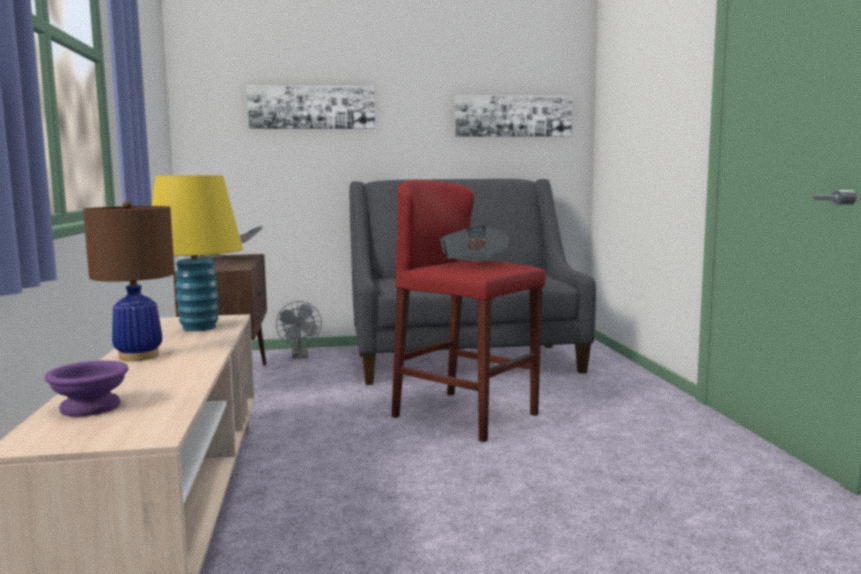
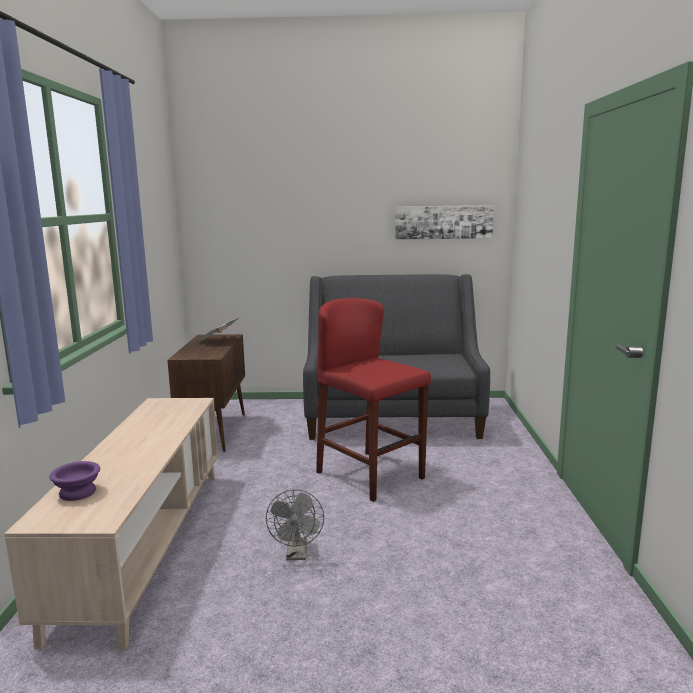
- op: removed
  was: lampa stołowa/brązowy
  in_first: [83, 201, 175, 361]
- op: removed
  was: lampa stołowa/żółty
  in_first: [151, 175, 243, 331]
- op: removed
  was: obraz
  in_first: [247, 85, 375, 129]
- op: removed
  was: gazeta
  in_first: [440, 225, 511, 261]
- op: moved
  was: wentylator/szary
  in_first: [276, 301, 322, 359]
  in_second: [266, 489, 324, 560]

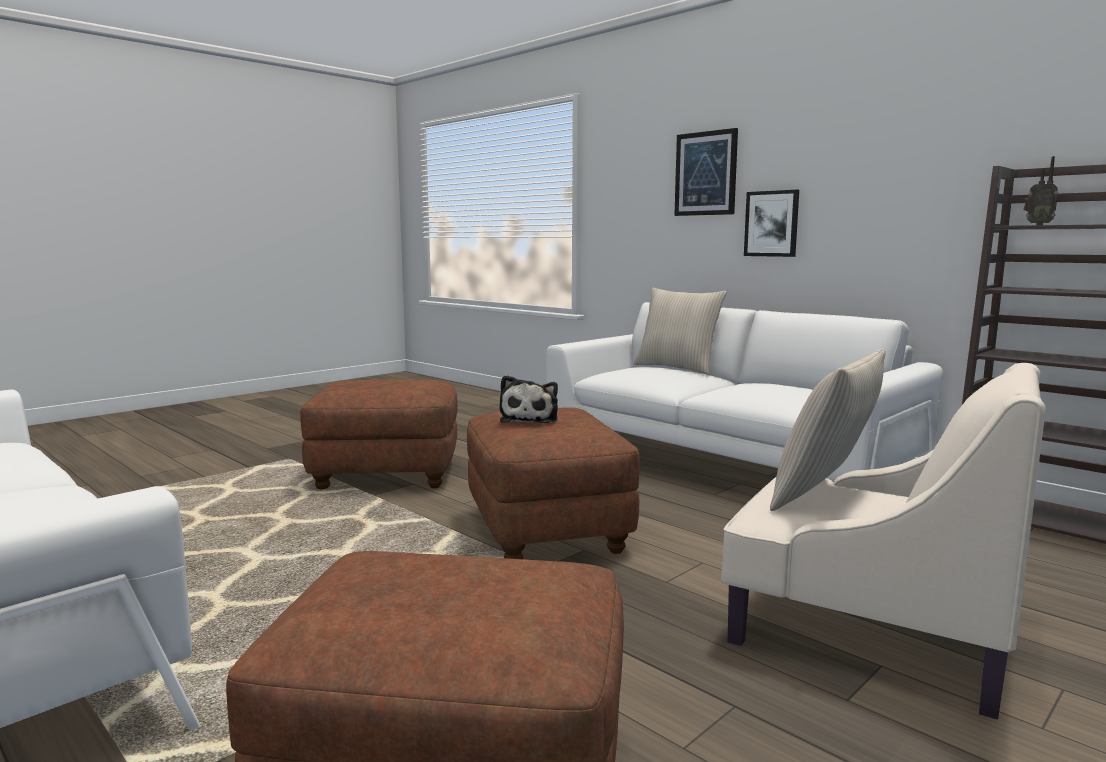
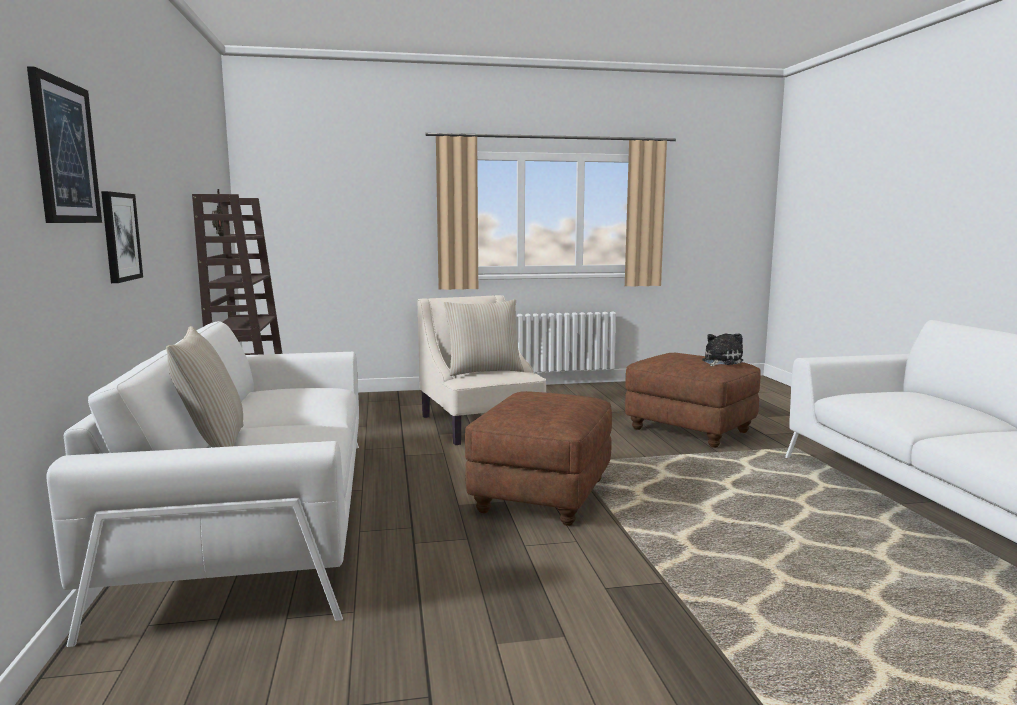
- op: removed
  was: pufa/brązowy
  in_first: [300, 380, 458, 489]
- op: moved
  was: pluszak
  in_first: [500, 375, 558, 423]
  in_second: [702, 333, 743, 366]

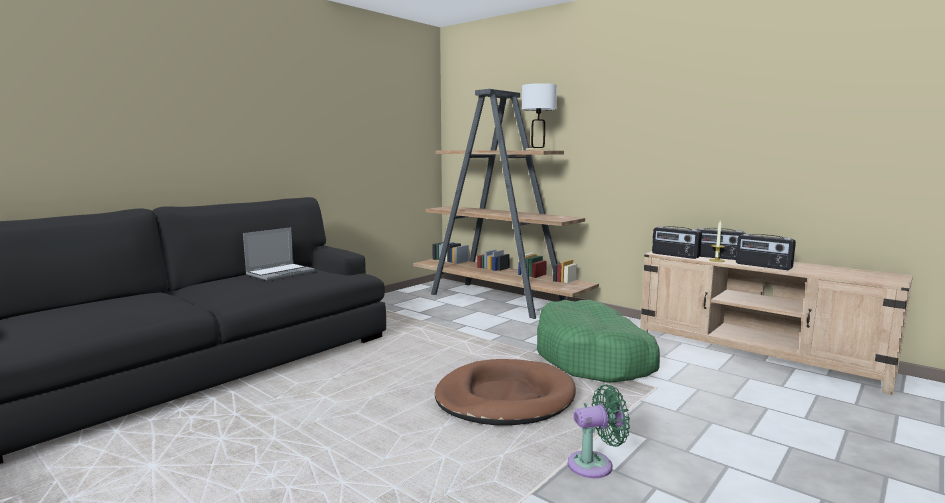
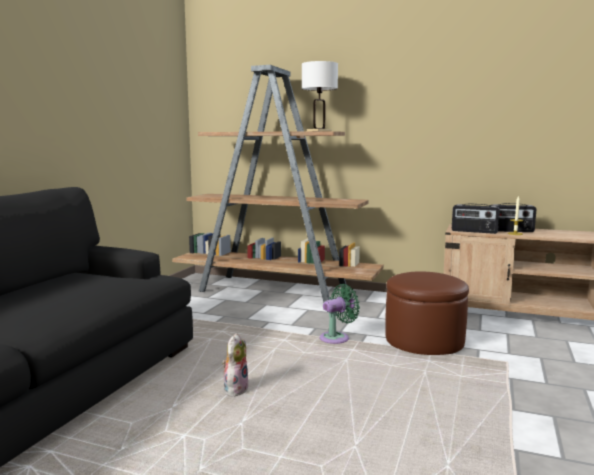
- op: removed
  was: laptop
  in_first: [243, 227, 315, 281]
- op: removed
  was: legowisko/brązowy
  in_first: [435, 359, 576, 426]
- op: removed
  was: radio
  in_first: [736, 234, 796, 270]
- op: added
  now: pluszak
  in_second: [222, 333, 248, 397]
- op: moved
  was: wentylator/zielony
  in_first: [568, 385, 630, 478]
  in_second: [320, 284, 360, 344]
- op: replaced
  was: legowisko/zielony
  now: pufa/brązowy
  in_first: [537, 300, 660, 383]
  in_second: [385, 271, 469, 355]

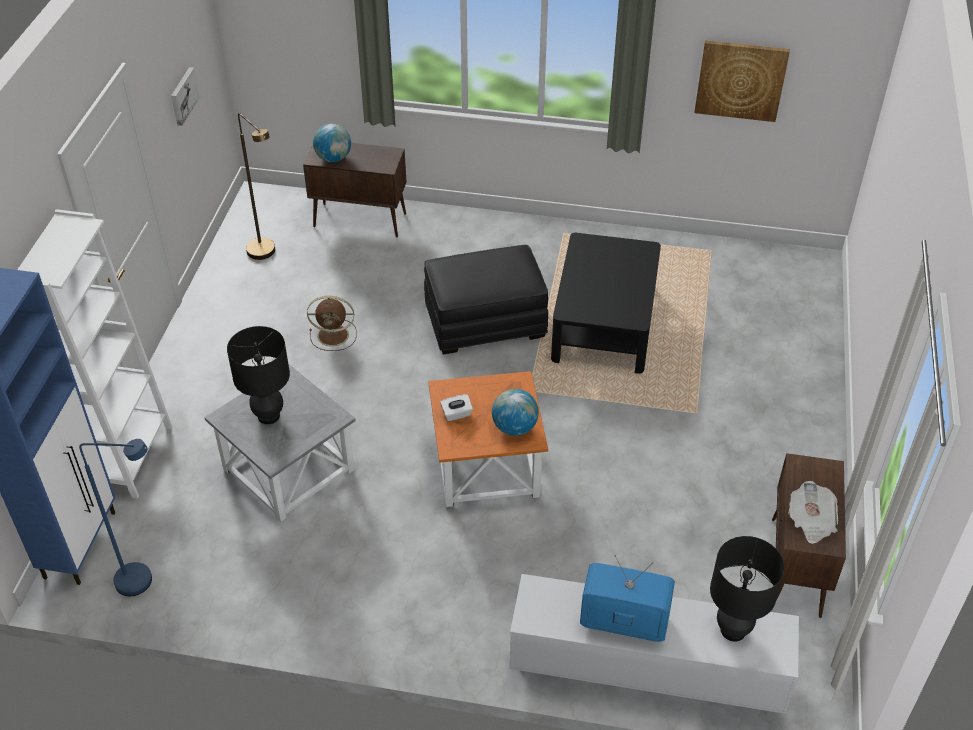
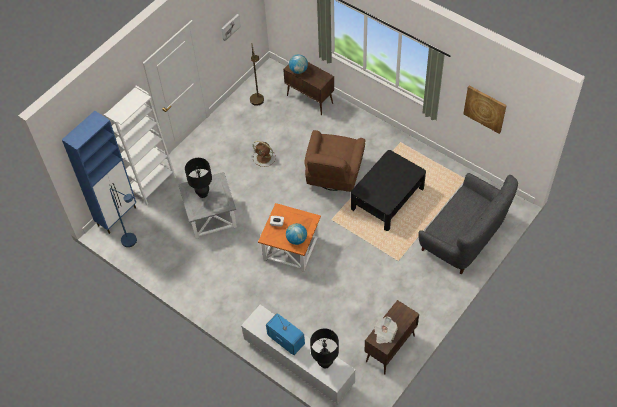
- op: added
  now: kanapa/szary
  in_second: [418, 173, 518, 274]
- op: replaced
  was: pufa/czarny
  now: fotel/brązowy
  in_first: [424, 245, 548, 355]
  in_second: [304, 130, 366, 192]

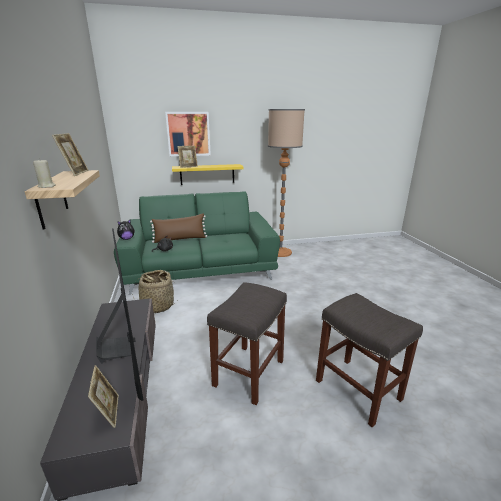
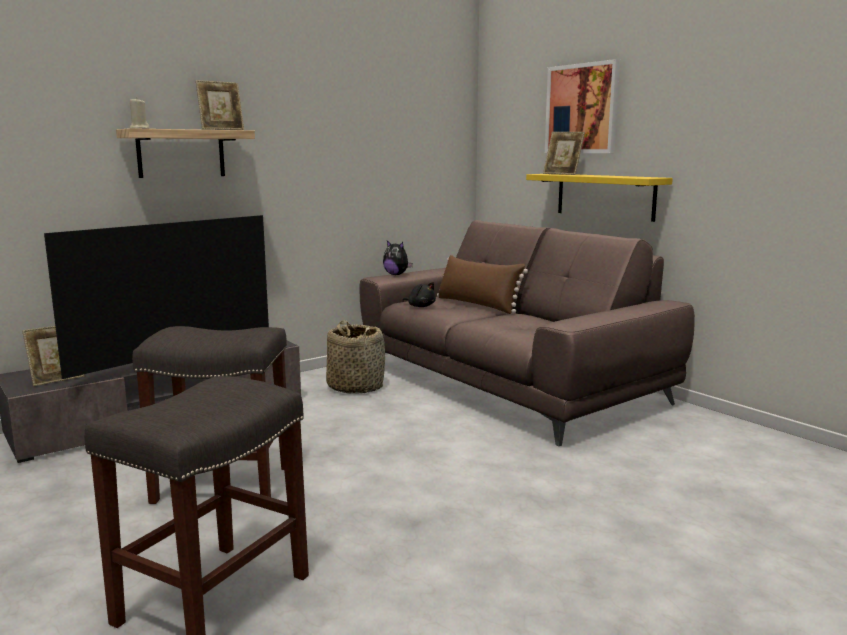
- op: removed
  was: lampa stojąca
  in_first: [268, 109, 305, 257]
- op: recoloured
  was: kanapa/zielony
  now: kanapa/brązowy
  in_first: [114, 191, 280, 295]
  in_second: [359, 220, 695, 446]

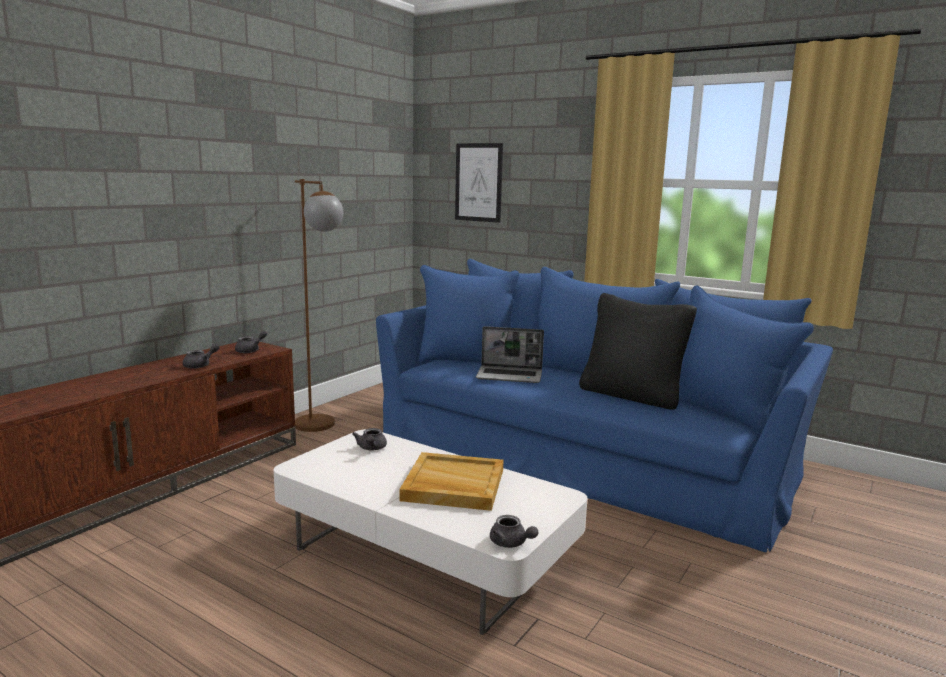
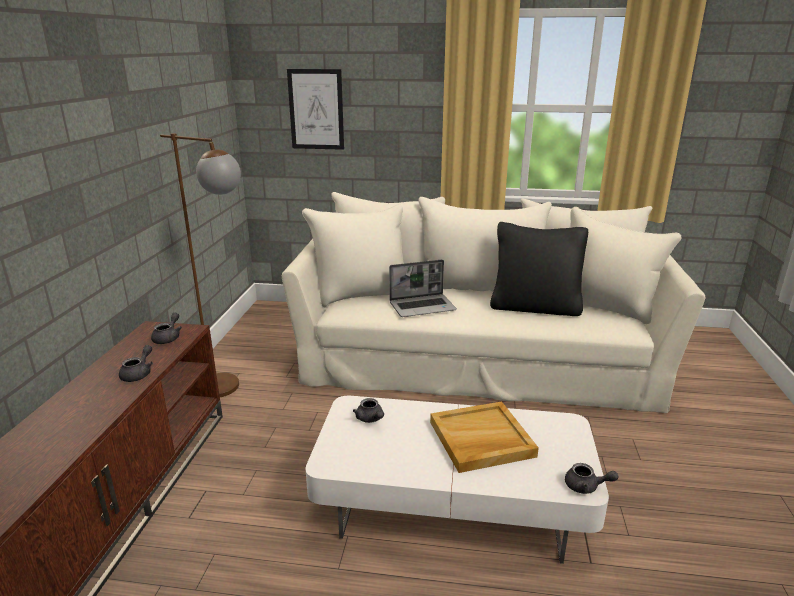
- op: recoloured
  was: kanapa/niebieski
  now: kanapa/beżowy
  in_first: [376, 259, 833, 552]
  in_second: [282, 192, 706, 413]

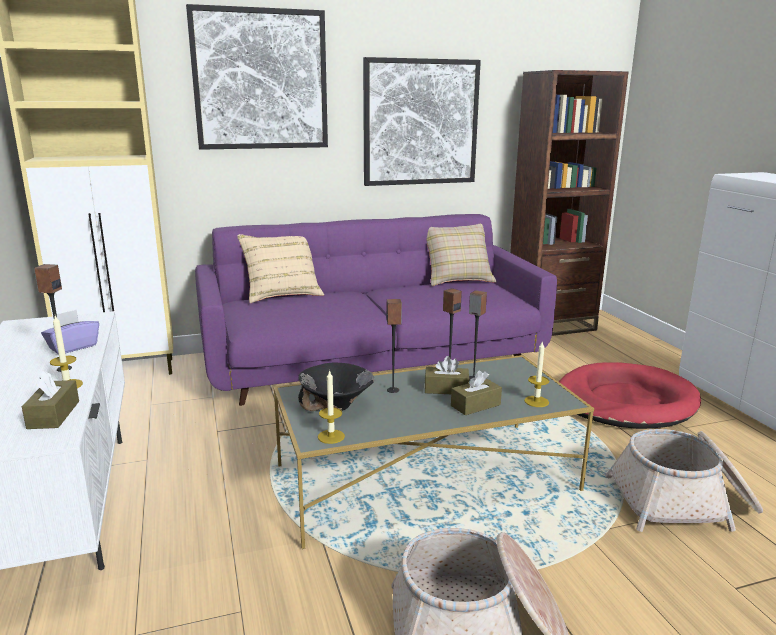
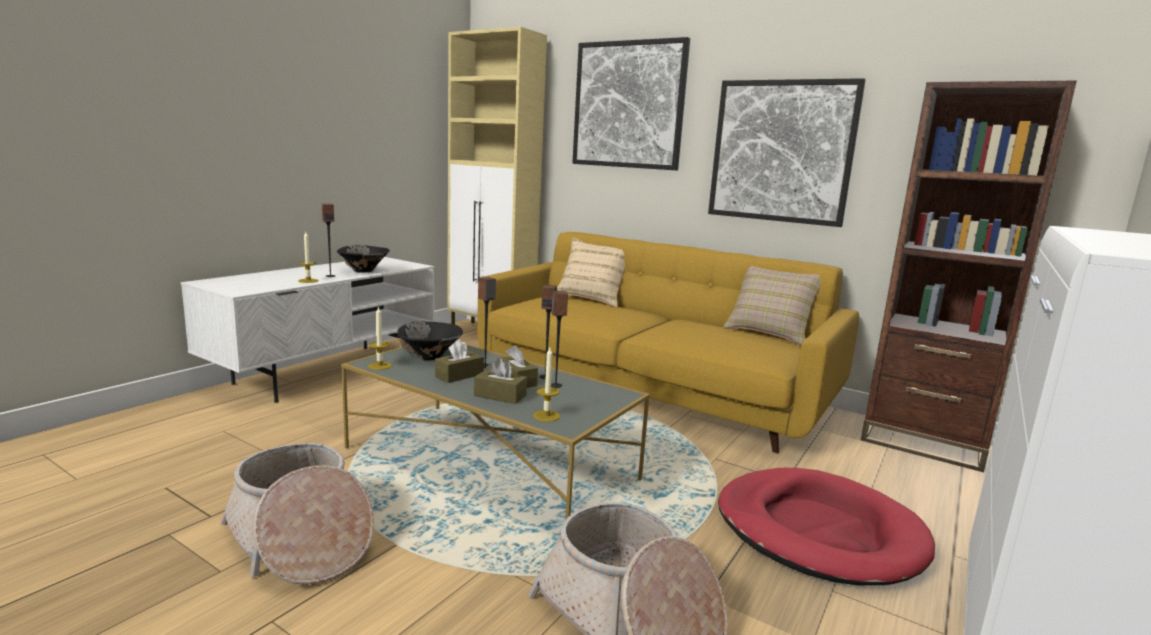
- op: moved
  was: pudełko chusteczek/brązowy
  in_first: [22, 370, 79, 429]
  in_second: [435, 340, 484, 383]
- op: replaced
  was: pudełko chusteczek/fioletowy
  now: miska/czarny
  in_first: [41, 310, 99, 355]
  in_second: [337, 245, 390, 273]
- op: recoloured
  was: kanapa/fioletowy
  now: kanapa/żółty
  in_first: [195, 214, 557, 406]
  in_second: [477, 232, 859, 453]

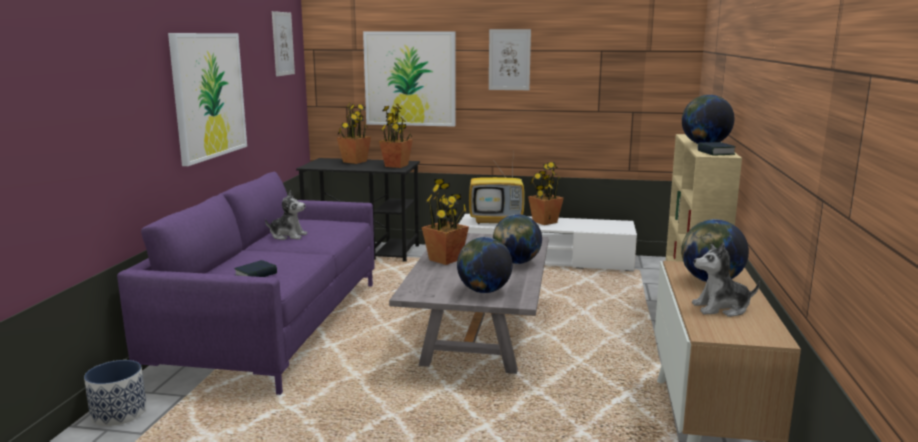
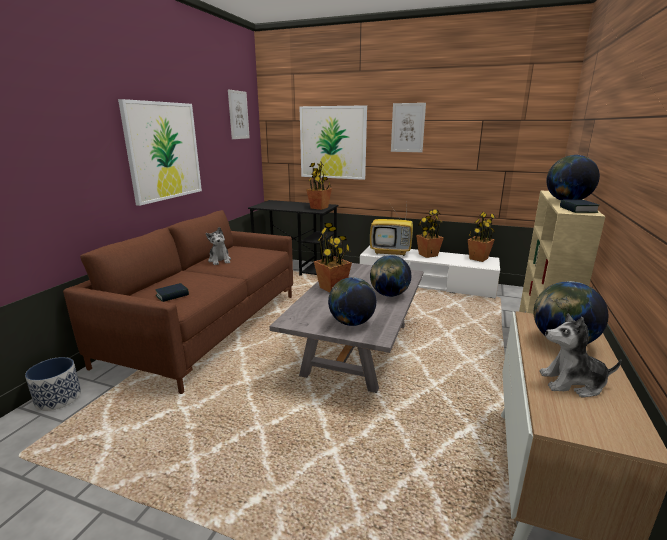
- op: moved
  was: roślina doniczkowa
  in_first: [337, 102, 371, 164]
  in_second: [468, 212, 496, 262]
- op: recoloured
  was: kanapa/fioletowy
  now: kanapa/brązowy
  in_first: [117, 172, 375, 395]
  in_second: [63, 210, 293, 394]
- op: turned
  was: pluszak
  in_first: [265, 190, 307, 240]
  in_second: [206, 227, 231, 265]
  clockwise: 45

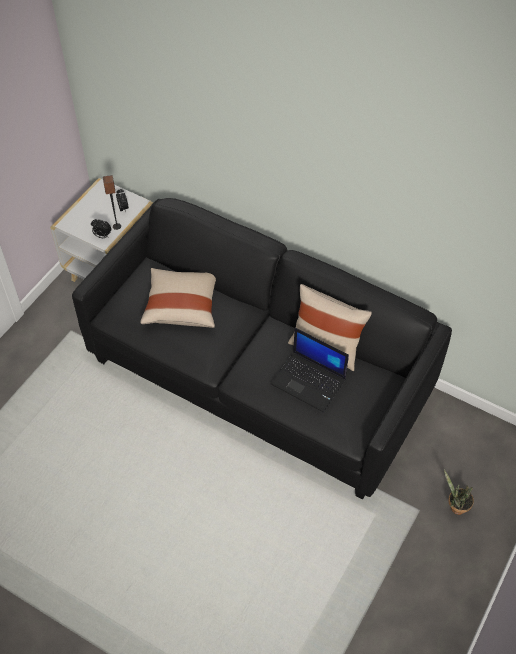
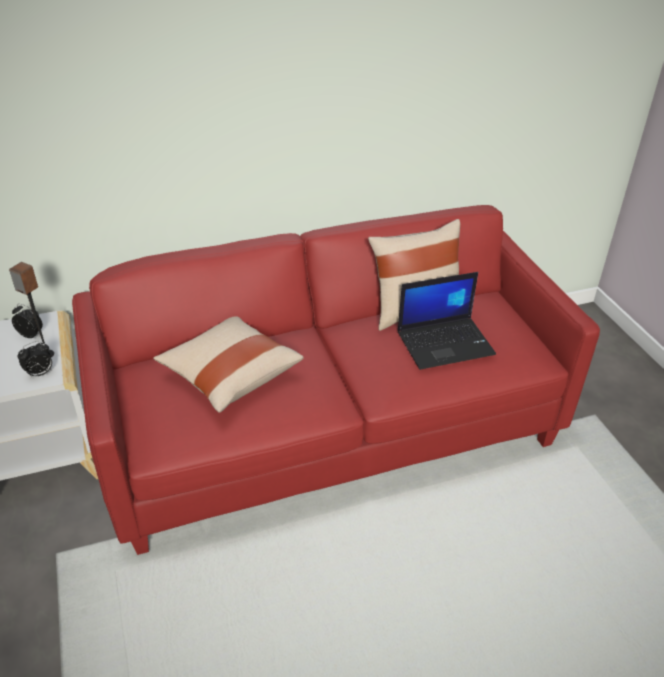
- op: removed
  was: roślina doniczkowa
  in_first: [444, 469, 474, 515]
- op: recoloured
  was: kanapa/czarny
  now: kanapa/czerwony
  in_first: [72, 198, 452, 500]
  in_second: [72, 205, 600, 555]

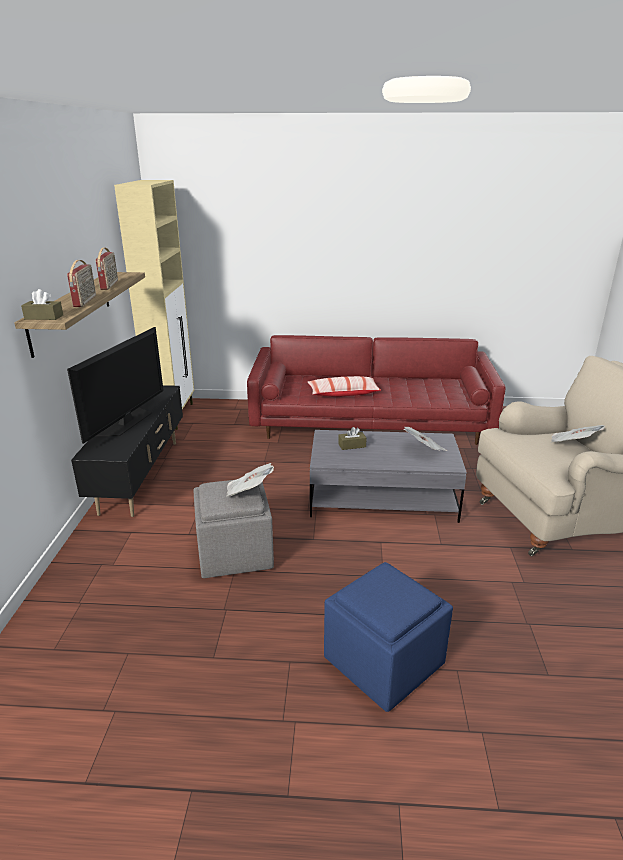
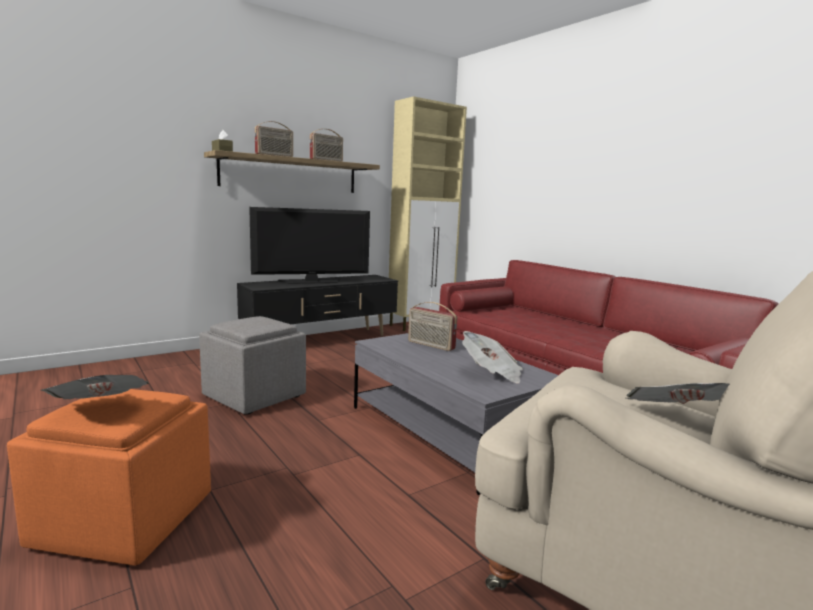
- op: removed
  was: poduszka
  in_first: [308, 376, 381, 397]
- op: moved
  was: gazeta
  in_first: [226, 463, 274, 497]
  in_second: [40, 375, 149, 399]
- op: replaced
  was: pudełko chusteczek/brązowy
  now: radio
  in_first: [338, 427, 367, 450]
  in_second: [408, 302, 457, 351]
- op: recoloured
  was: pufa/niebieski
  now: pufa/pomarańczowy
  in_first: [324, 562, 453, 712]
  in_second: [7, 389, 211, 565]

